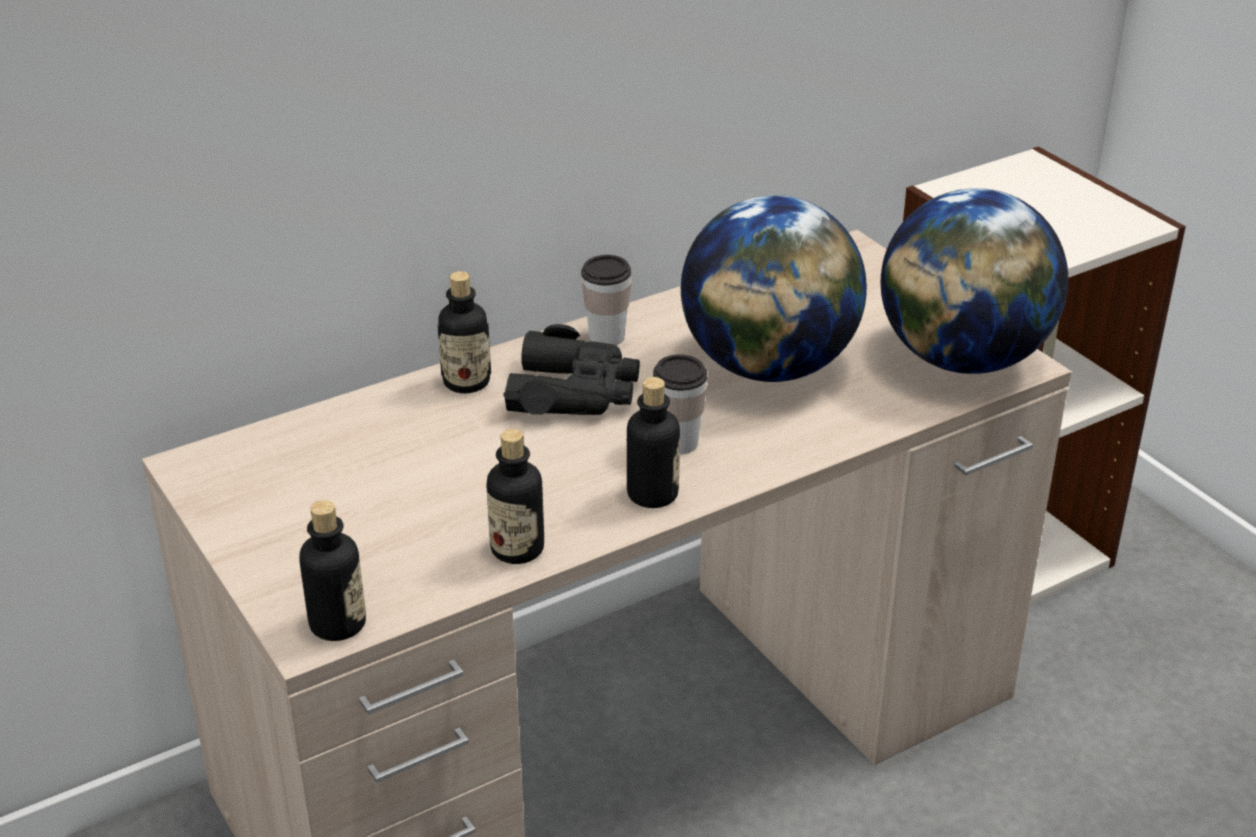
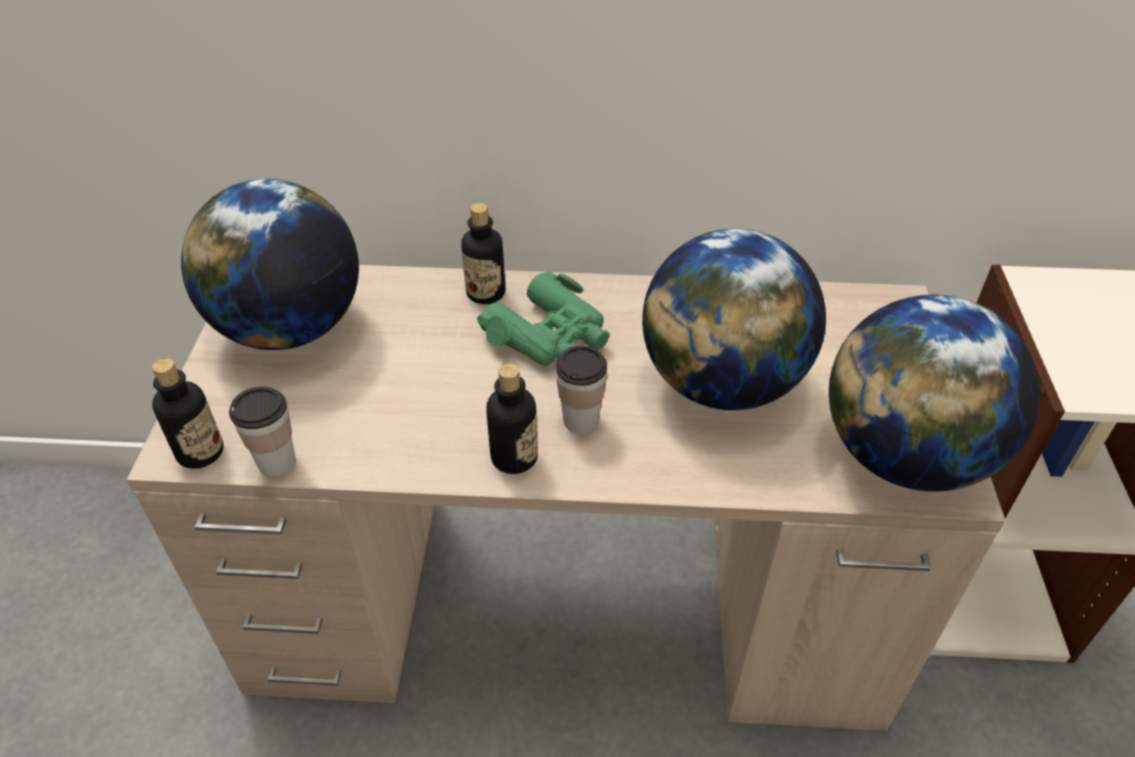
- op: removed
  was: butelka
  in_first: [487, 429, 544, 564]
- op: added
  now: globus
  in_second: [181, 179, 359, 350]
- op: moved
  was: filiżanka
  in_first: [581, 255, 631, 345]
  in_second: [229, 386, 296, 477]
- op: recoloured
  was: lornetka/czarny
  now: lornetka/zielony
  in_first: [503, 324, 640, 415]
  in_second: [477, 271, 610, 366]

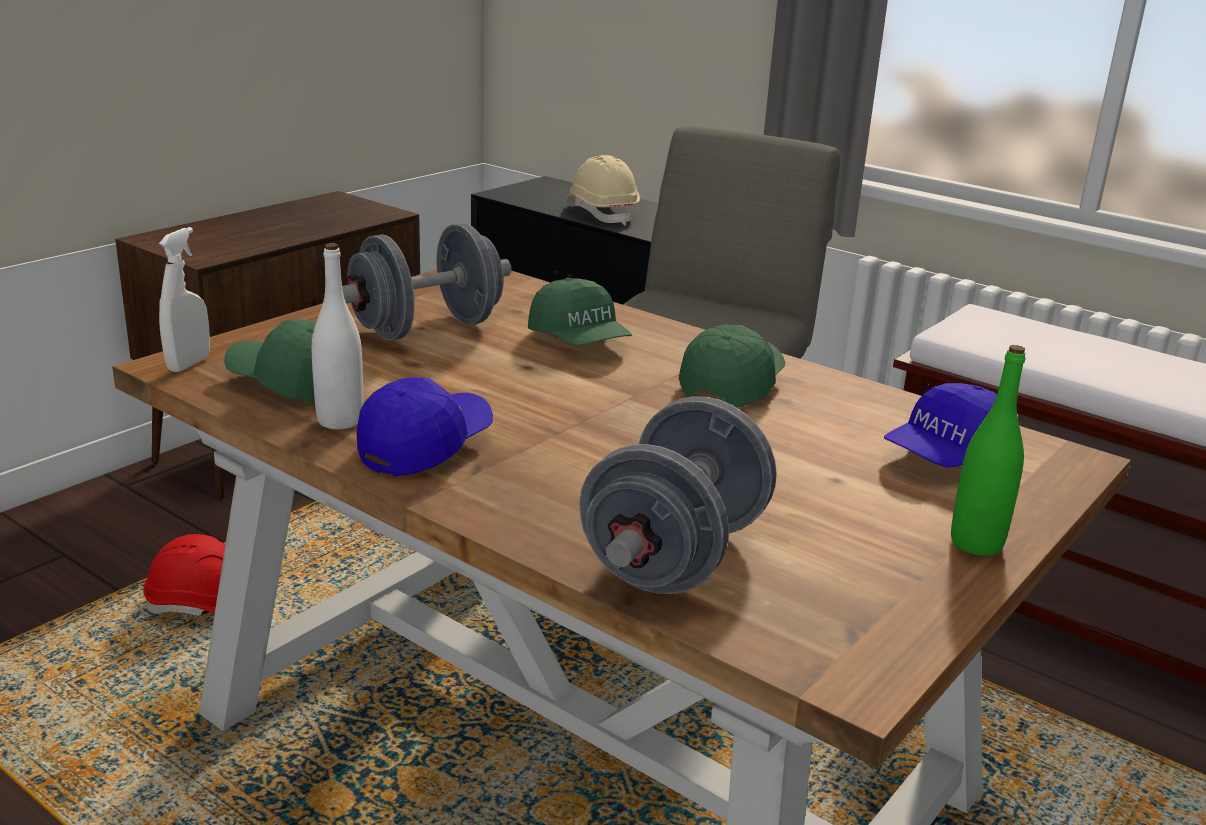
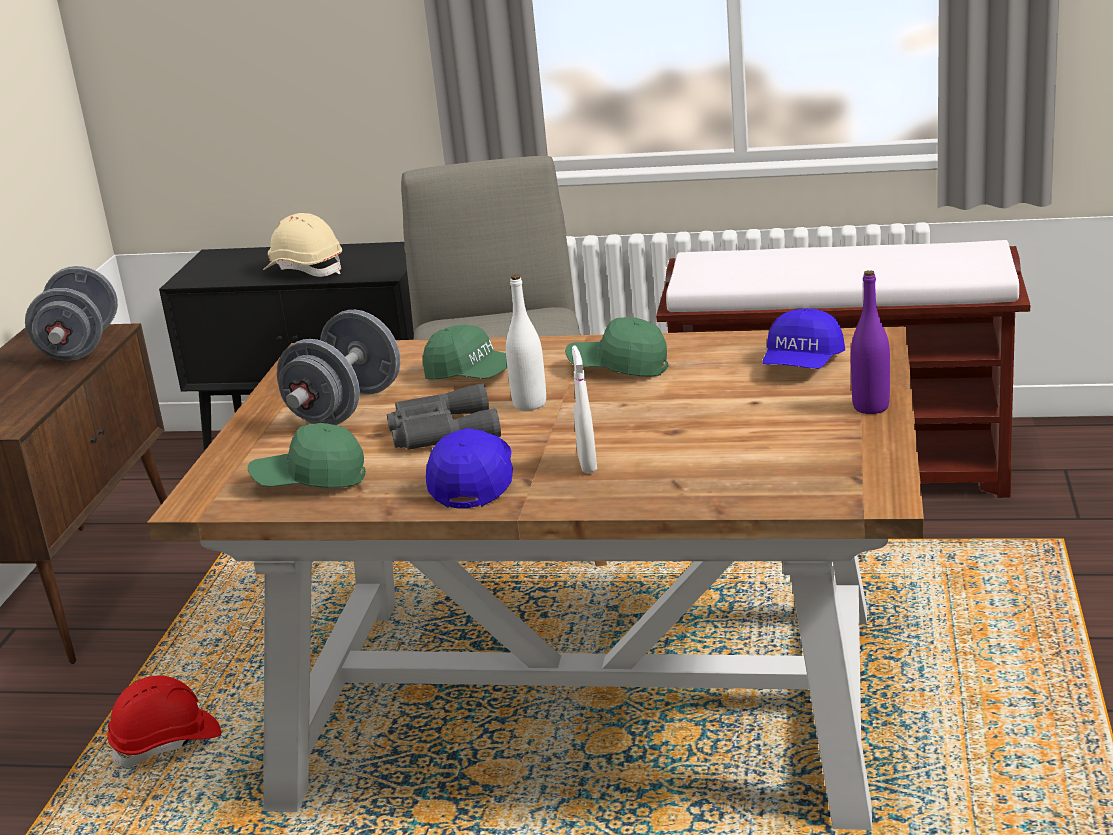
- op: added
  now: lornetka/szary
  in_second: [387, 383, 501, 450]
- op: moved
  was: spryskiwacz/biały
  in_first: [159, 227, 210, 372]
  in_second: [572, 345, 597, 473]
- op: moved
  was: butelka/biały
  in_first: [312, 243, 363, 429]
  in_second: [506, 274, 546, 411]
- op: moved
  was: hantel/szary
  in_first: [579, 396, 777, 594]
  in_second: [25, 266, 118, 361]
- op: recoloured
  was: butelka/zielony
  now: butelka/fioletowy
  in_first: [951, 345, 1025, 556]
  in_second: [851, 270, 890, 414]
- op: turned
  was: czapka z daszkiem/zielony
  in_first: [679, 325, 785, 408]
  in_second: [565, 317, 668, 377]
  clockwise: -75

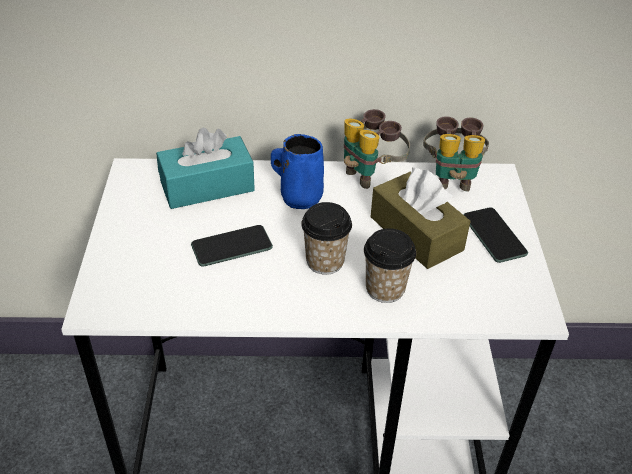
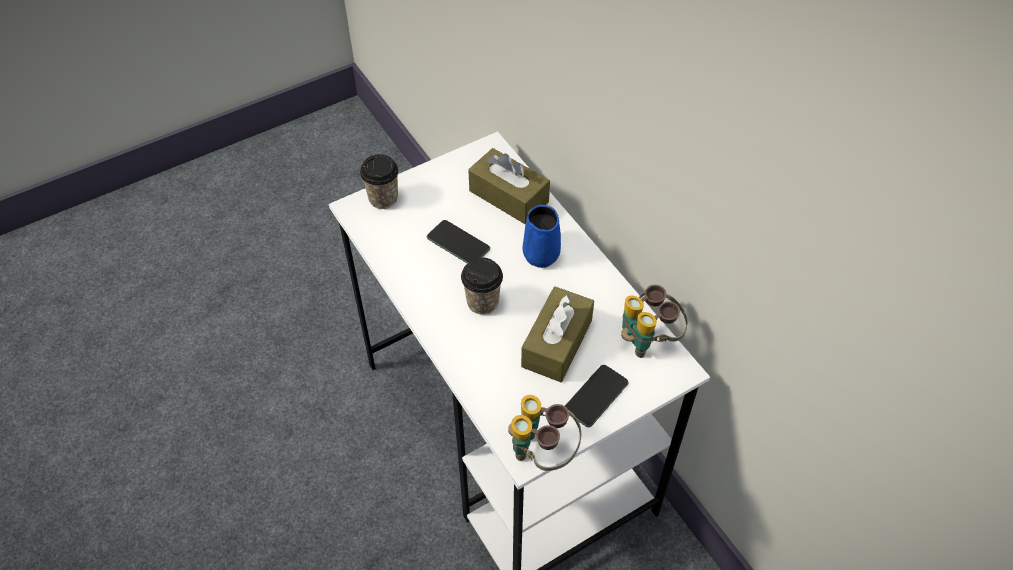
- op: moved
  was: lornetka
  in_first: [344, 109, 410, 189]
  in_second: [508, 395, 581, 471]
- op: moved
  was: filiżanka
  in_first: [364, 228, 416, 303]
  in_second: [360, 154, 399, 209]
- op: recoloured
  was: pudełko chusteczek/turkusowy
  now: pudełko chusteczek/brązowy
  in_first: [156, 127, 255, 209]
  in_second: [468, 148, 550, 224]

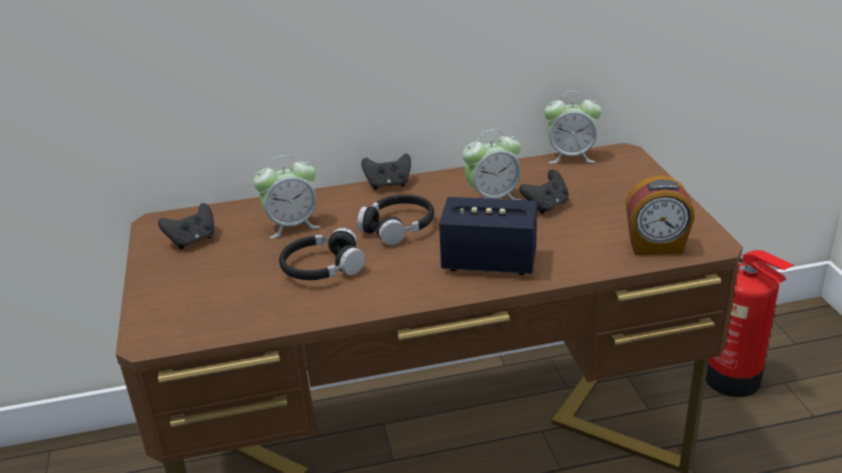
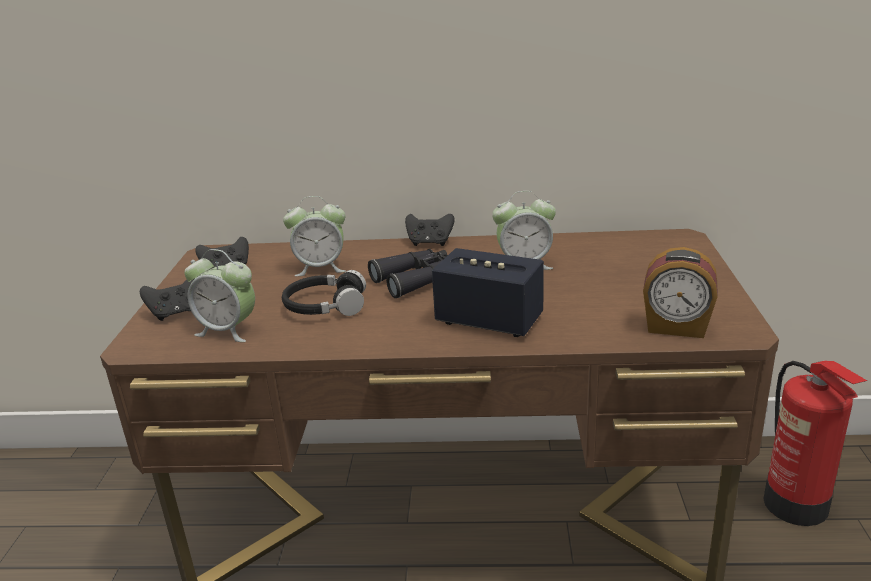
- op: moved
  was: pad do gier/czarny
  in_first: [519, 170, 569, 214]
  in_second: [140, 279, 194, 321]
- op: moved
  was: budzik
  in_first: [544, 91, 602, 164]
  in_second: [184, 249, 255, 342]
- op: replaced
  was: słuchawki/czarny
  now: lornetka/czarny
  in_first: [357, 194, 434, 245]
  in_second: [368, 249, 448, 298]

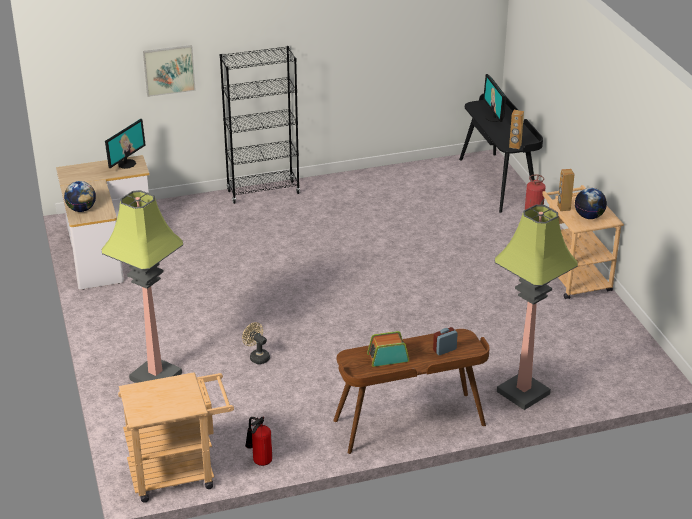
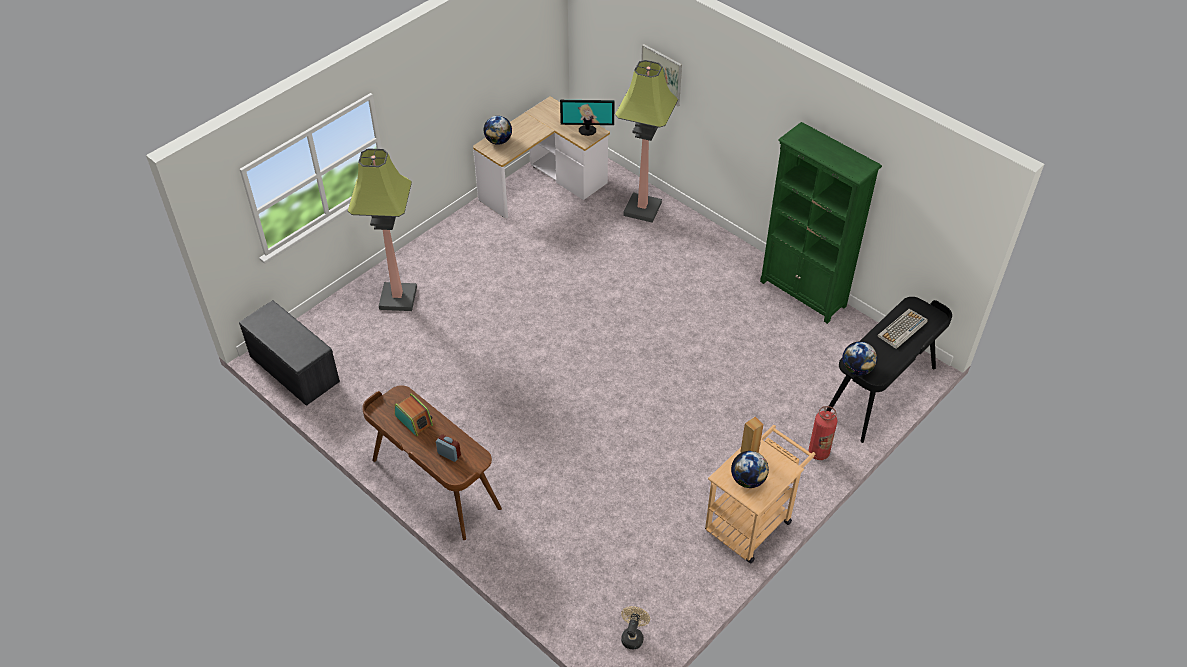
- op: removed
  was: regał/czarny
  in_first: [220, 46, 300, 204]
- op: removed
  was: gaśnica
  in_first: [245, 416, 272, 466]
- op: added
  now: regał/zielony
  in_second: [760, 122, 882, 324]
- op: moved
  was: wentylator/beżowy
  in_first: [242, 322, 270, 364]
  in_second: [621, 606, 650, 649]
- op: moved
  was: lampa stojąca
  in_first: [495, 205, 578, 410]
  in_second: [615, 60, 678, 223]
- op: replaced
  was: wózek/beżowy
  now: ławka/szary
  in_first: [118, 372, 234, 503]
  in_second: [239, 300, 340, 406]
- op: replaced
  was: monitor
  now: klawiatura
  in_first: [483, 74, 506, 122]
  in_second: [877, 309, 928, 349]
- op: replaced
  was: głośnik/brązowy
  now: globus
  in_first: [509, 110, 524, 149]
  in_second: [842, 341, 877, 375]

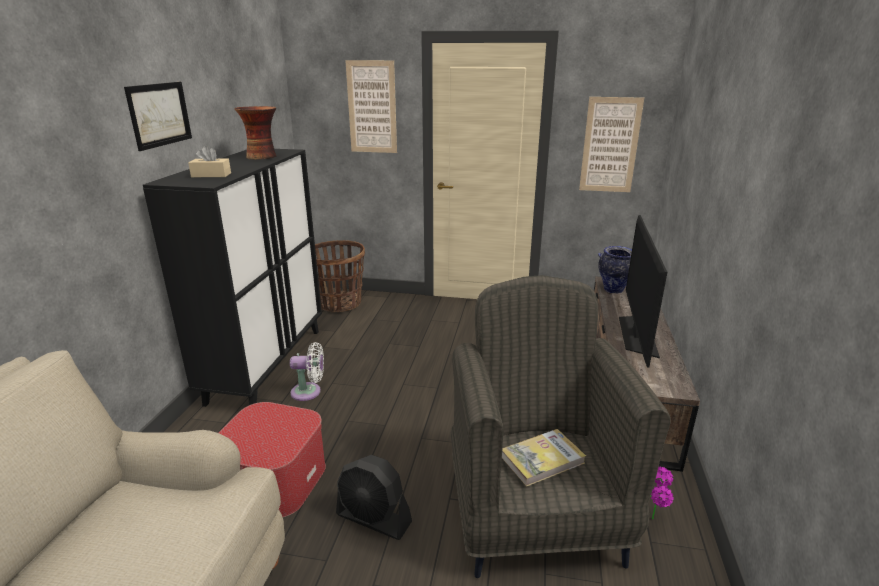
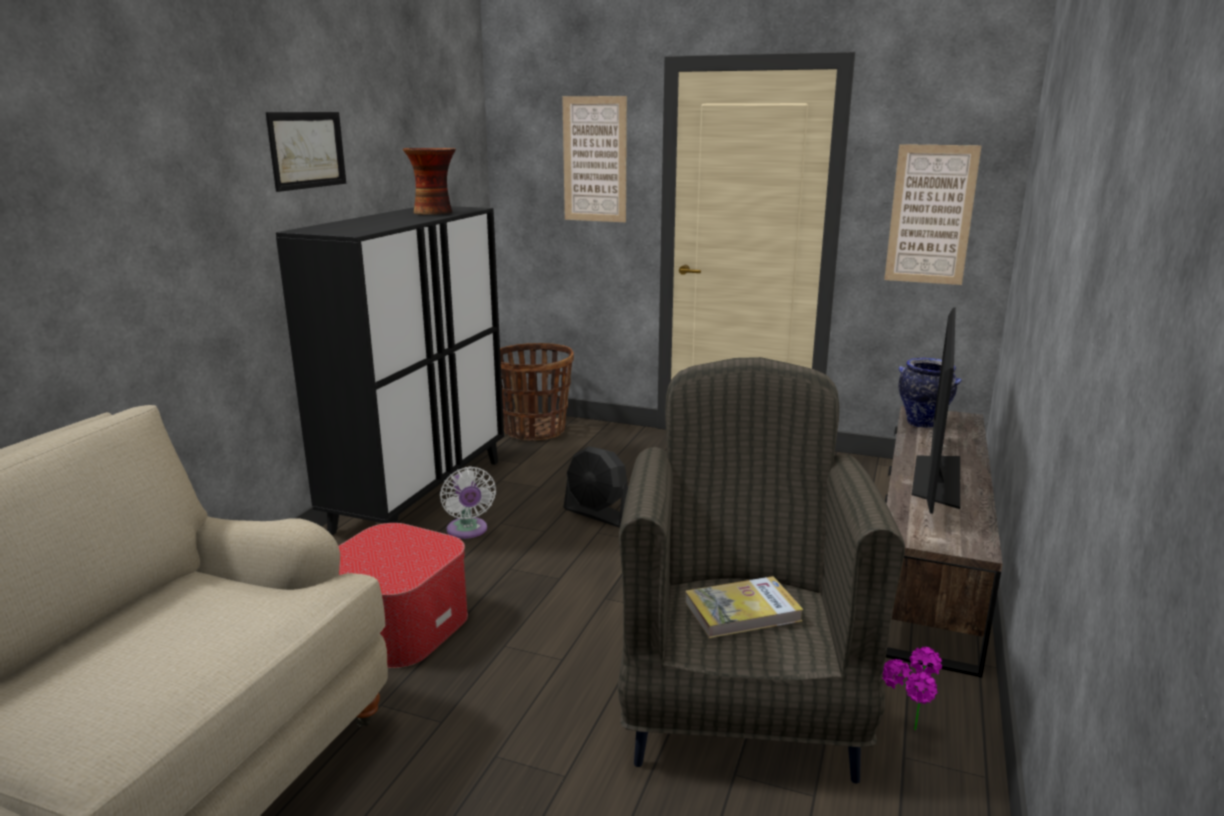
- op: removed
  was: pudełko chusteczek/beżowy
  in_first: [188, 146, 231, 177]
- op: moved
  was: wentylator/czarny
  in_first: [336, 455, 412, 540]
  in_second: [563, 446, 628, 527]
- op: turned
  was: wentylator/biały
  in_first: [290, 342, 324, 401]
  in_second: [440, 466, 496, 539]
  clockwise: 60

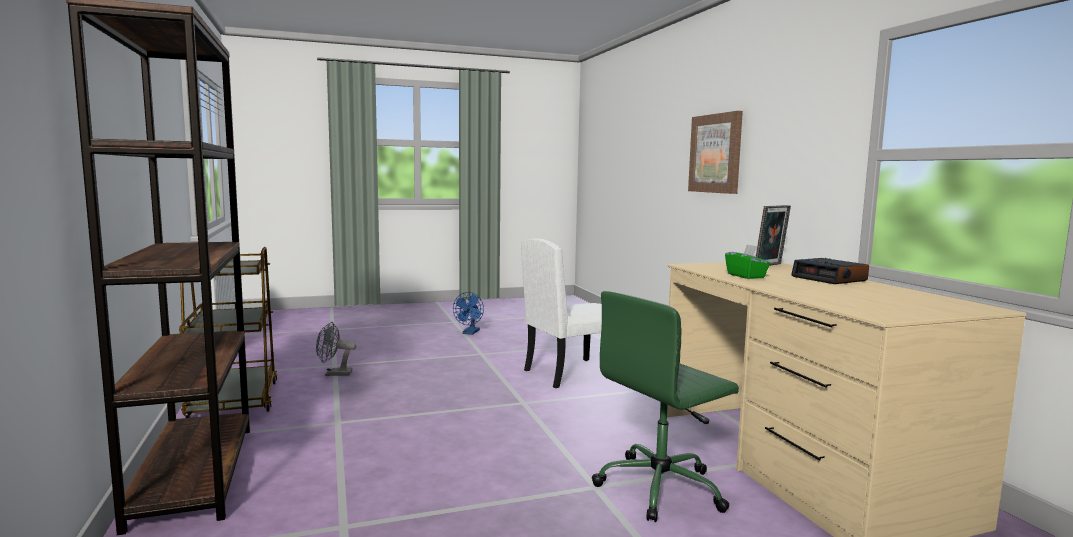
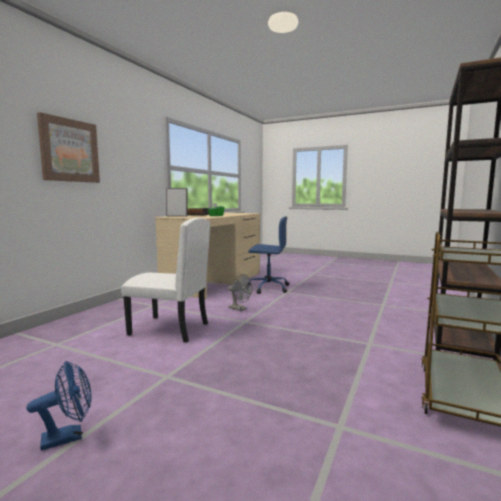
- op: moved
  was: wentylator/szary
  in_first: [316, 322, 356, 376]
  in_second: [228, 274, 252, 311]
- op: recoloured
  was: krzesło biurowe/zielony
  now: krzesło biurowe/niebieski
  in_first: [592, 291, 739, 522]
  in_second: [246, 217, 289, 294]

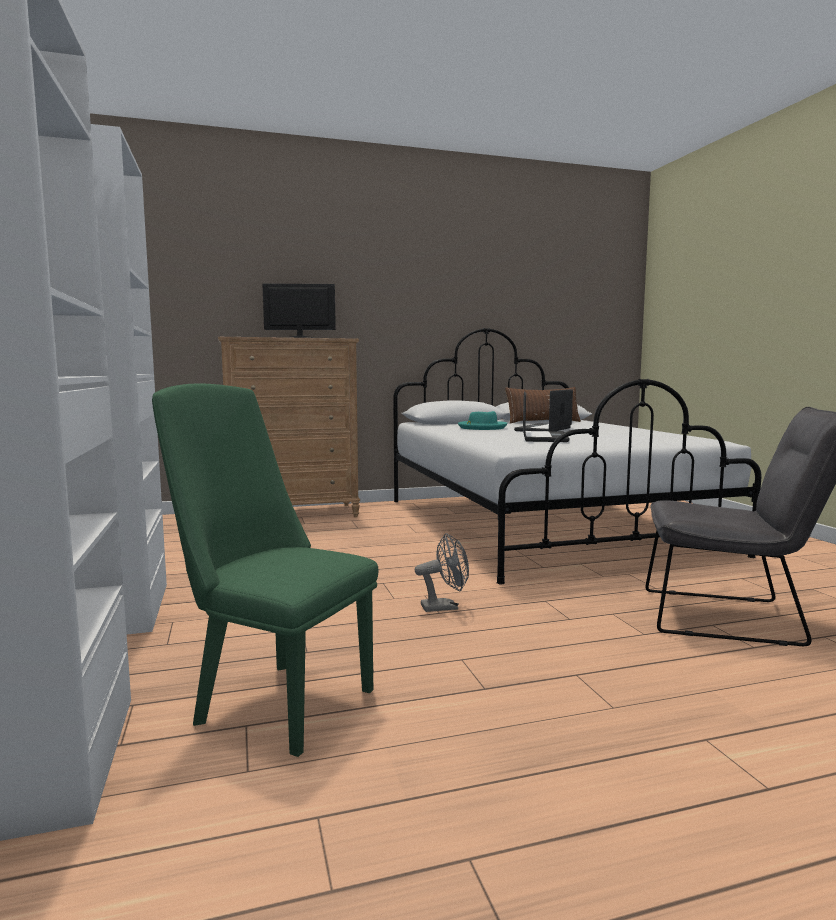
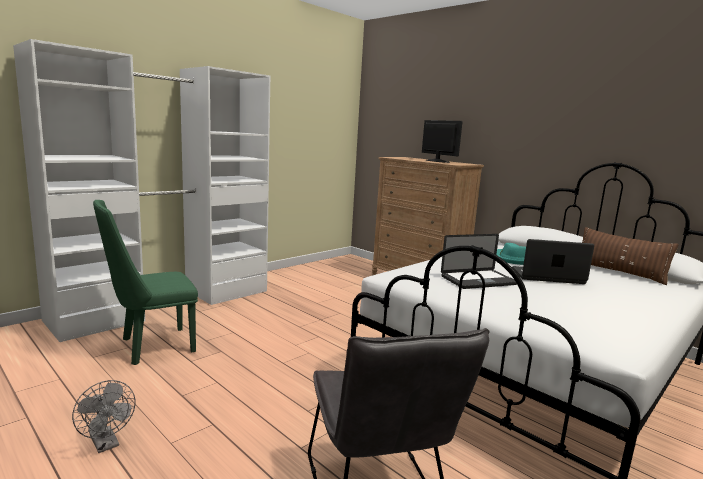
- op: moved
  was: wentylator/szary
  in_first: [415, 533, 469, 612]
  in_second: [72, 380, 135, 453]
- op: turned
  was: krzesło/zielony
  in_first: [152, 383, 378, 757]
  in_second: [93, 200, 198, 365]
  clockwise: -120

